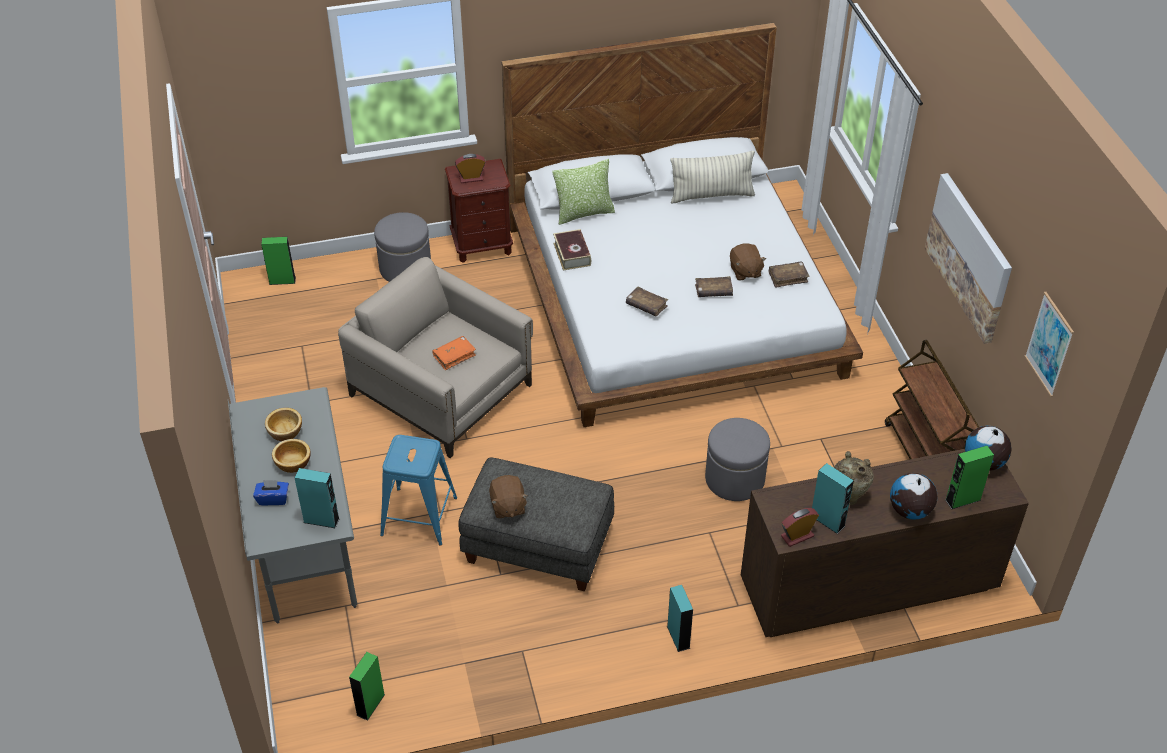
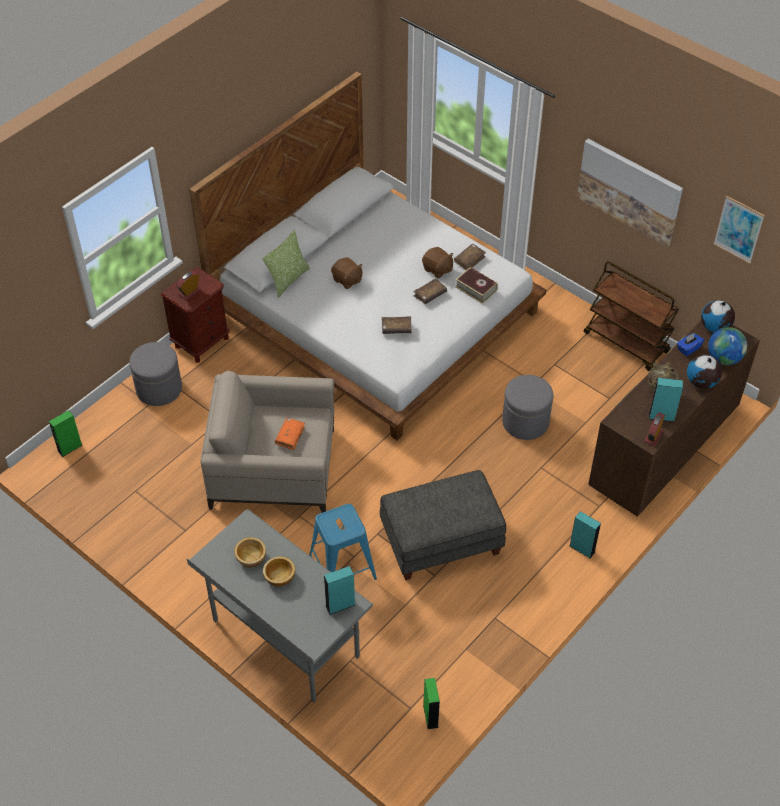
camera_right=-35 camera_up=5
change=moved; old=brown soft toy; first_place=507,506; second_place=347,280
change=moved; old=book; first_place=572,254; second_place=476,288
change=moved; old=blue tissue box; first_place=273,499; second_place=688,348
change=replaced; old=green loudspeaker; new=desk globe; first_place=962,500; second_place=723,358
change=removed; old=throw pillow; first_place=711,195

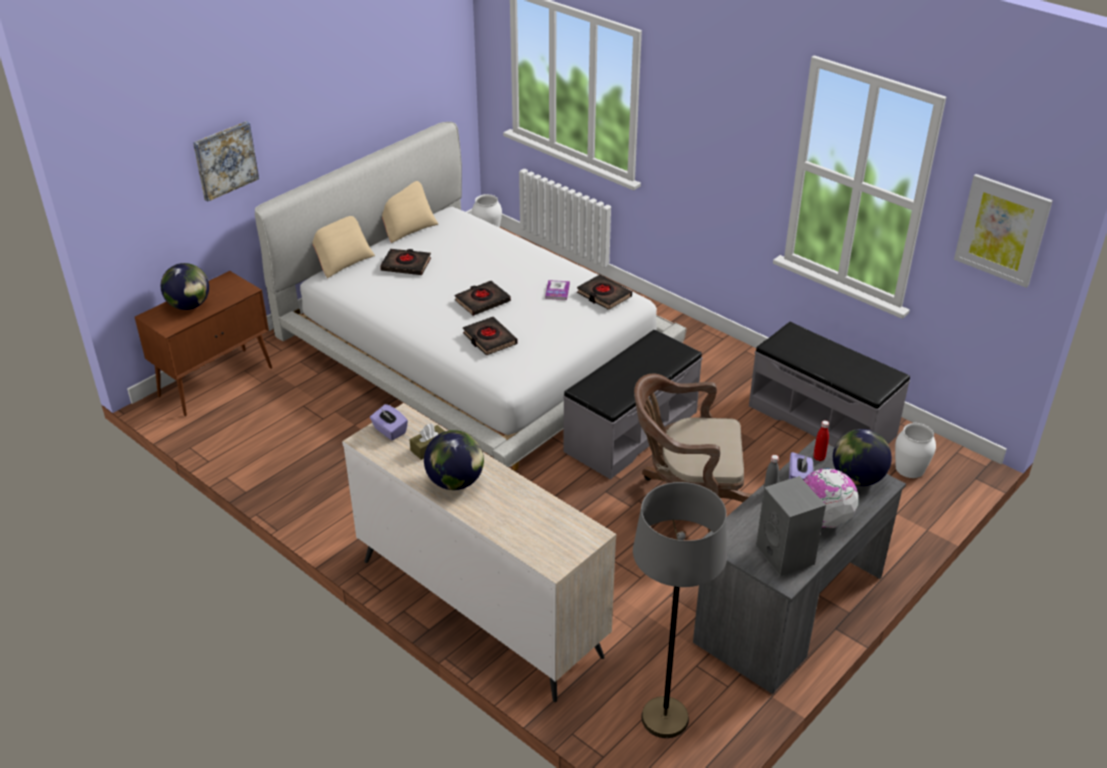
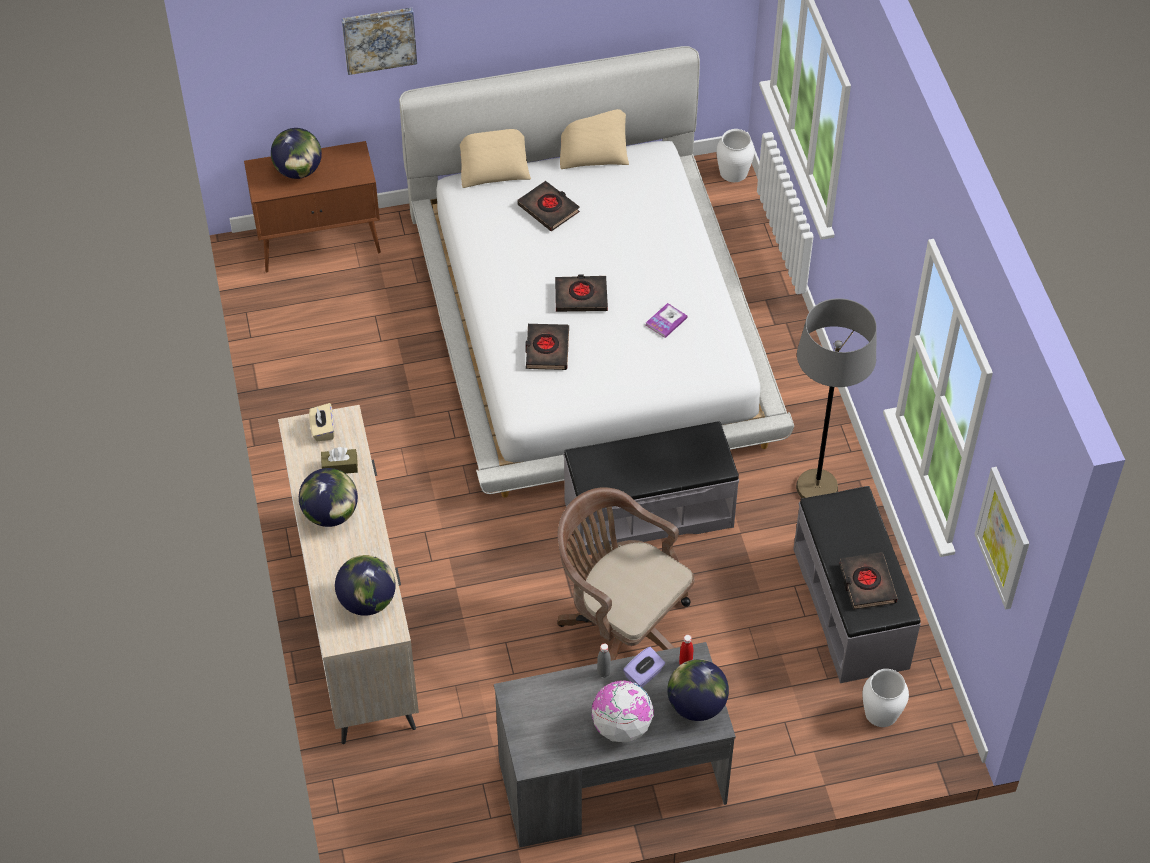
camera_right=35 camera_up=15
change=recoloured; old=purple-coloured tissue box; new=beige tissue box; first_place=389,431; second_place=323,429
change=added; new=desk globe; second_place=367,601
change=moved; old=grey standing lamp; first_place=664,718; second_place=817,487
change=moved; old=black book; first_place=604,295; second_place=867,583
change=removed; old=grey loudspeaker; first_place=786,555

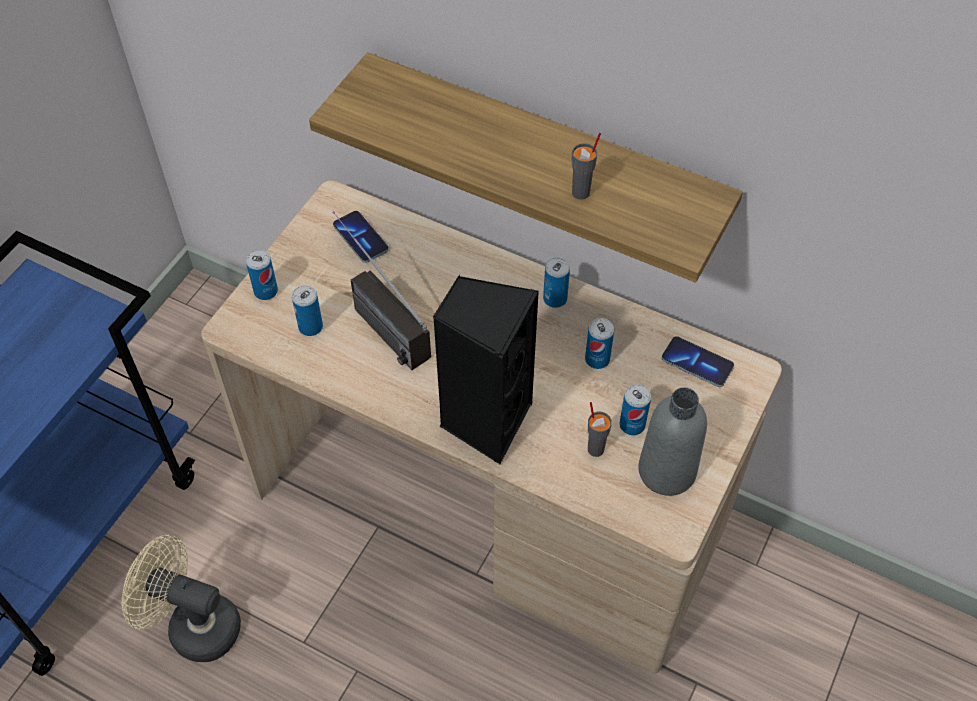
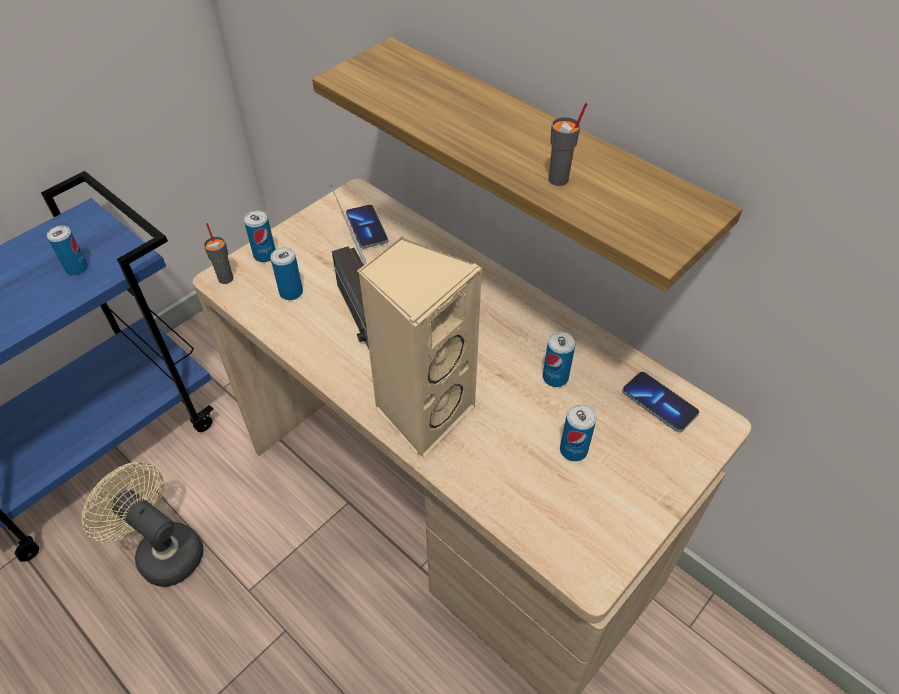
camera_right=15 camera_up=-5
change=moved; old=can; first_place=555,299; second_place=77,268
change=moved; old=grey cup; first_place=595,448; second_place=226,278
change=recoloured; old=black loudspeaker; new=beige loudspeaker; first_place=485,420; second_place=422,411
change=removed; old=grey bottle; first_place=667,471

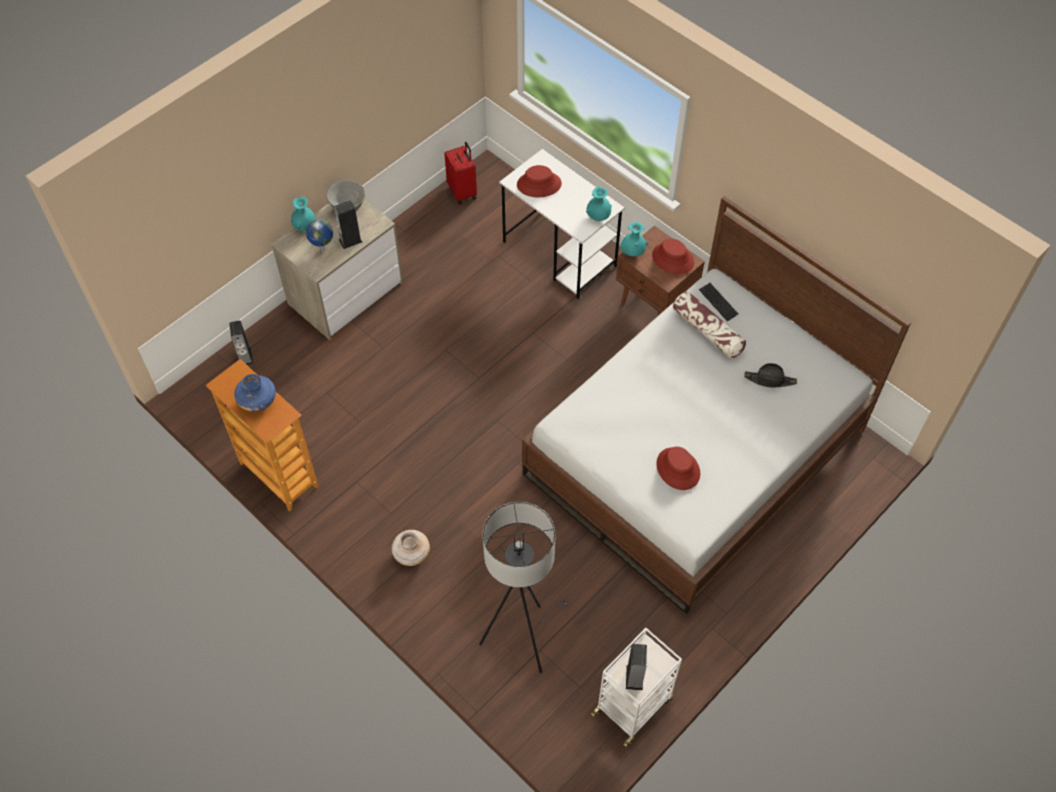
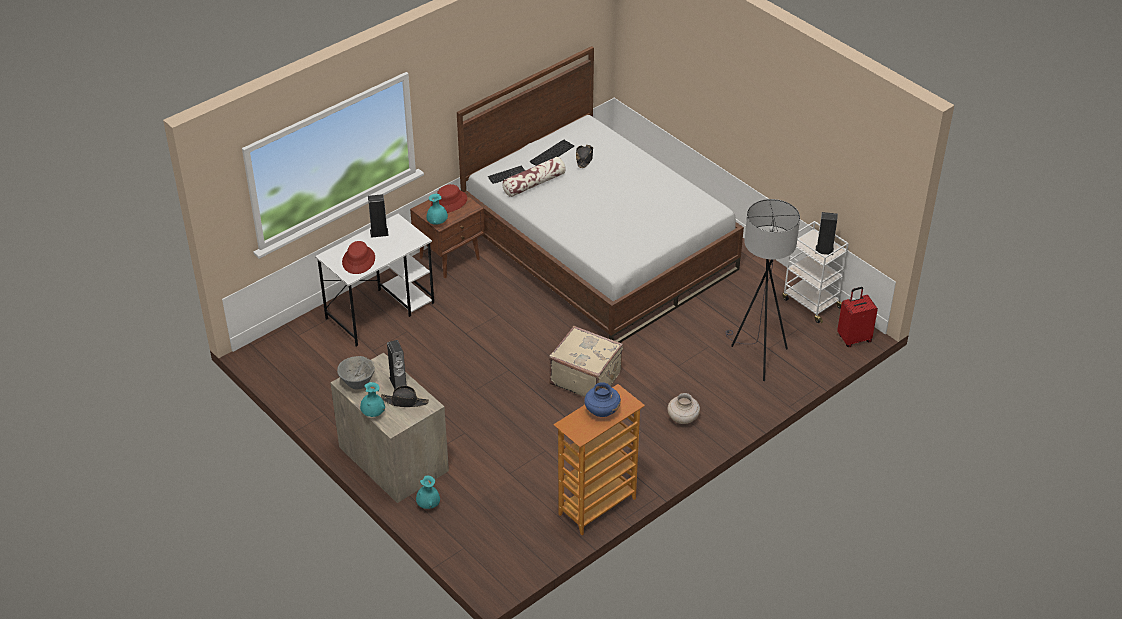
camera_right=-85 camera_up=-15
change=moved; old=loudspeaker; first_place=245,357; second_place=379,232
change=replaced; old=desk globe; new=black wearable hat; first_place=322,249; second_place=405,401
change=moved; old=blue-green vase; first_place=598,216; second_place=428,505
change=added; new=PC keyboard; second_place=551,153
change=added; new=beige piece of luggage; second_place=585,377
change=moved; old=red-coloured piece of luggage; first_place=463,192; second_place=854,338
change=removed; old=red-coloured wearable hat; first_place=677,469

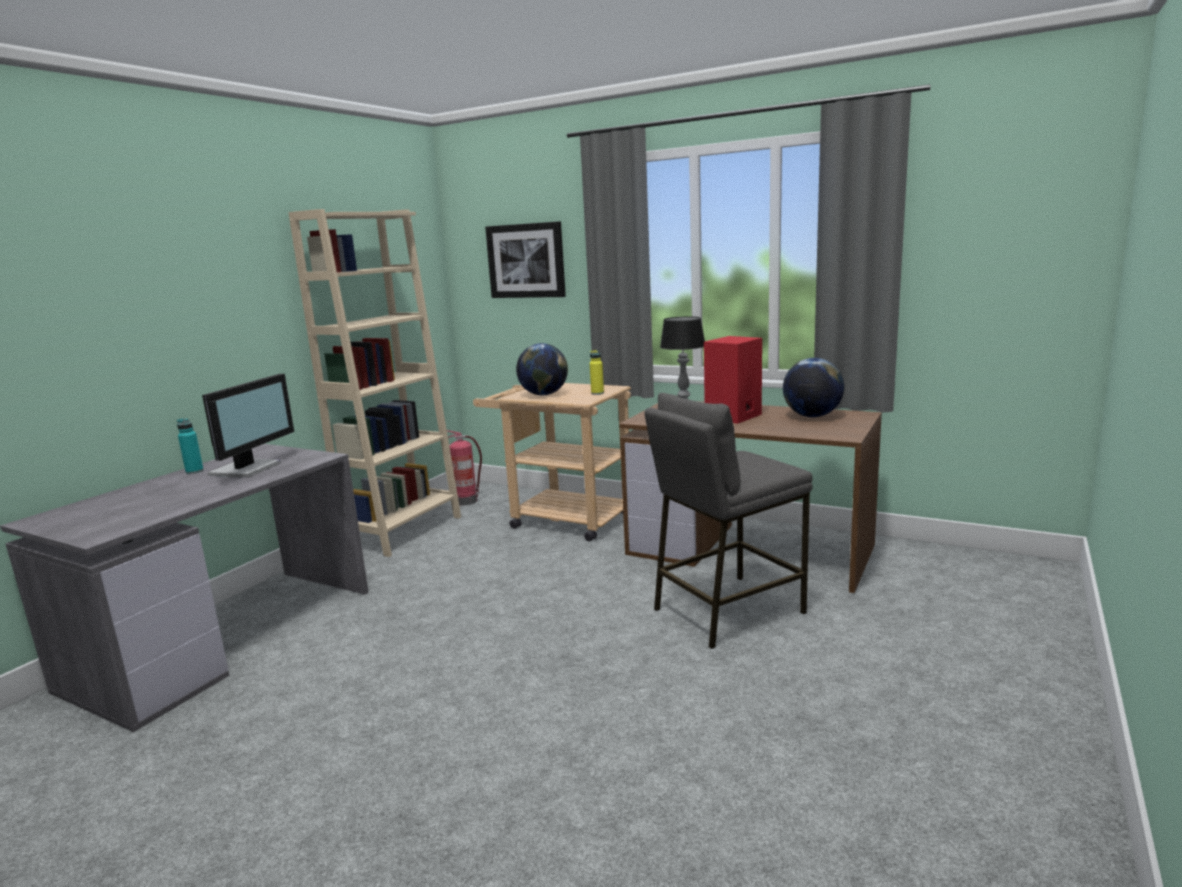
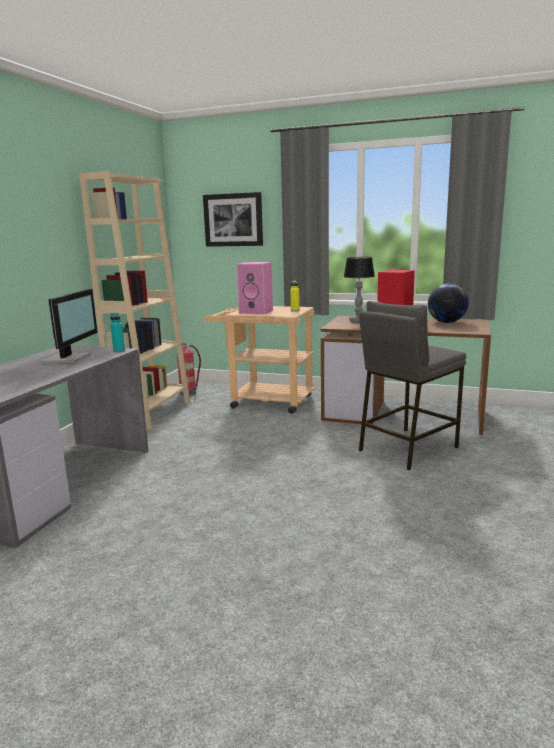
camera_right=-10 camera_up=0
change=moved; old=blue-green bottle; first_place=194,471; second_place=119,351
change=replaced; old=desk globe; new=pink-coloured loudspeaker; first_place=544,394; second_place=257,312

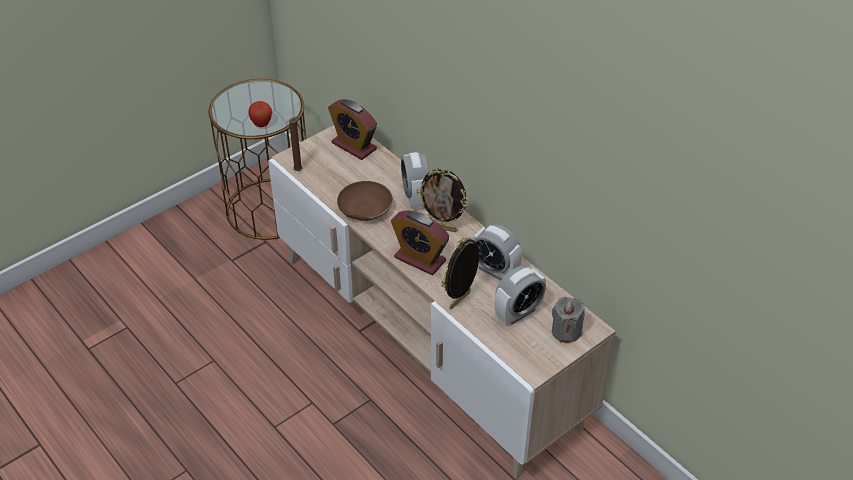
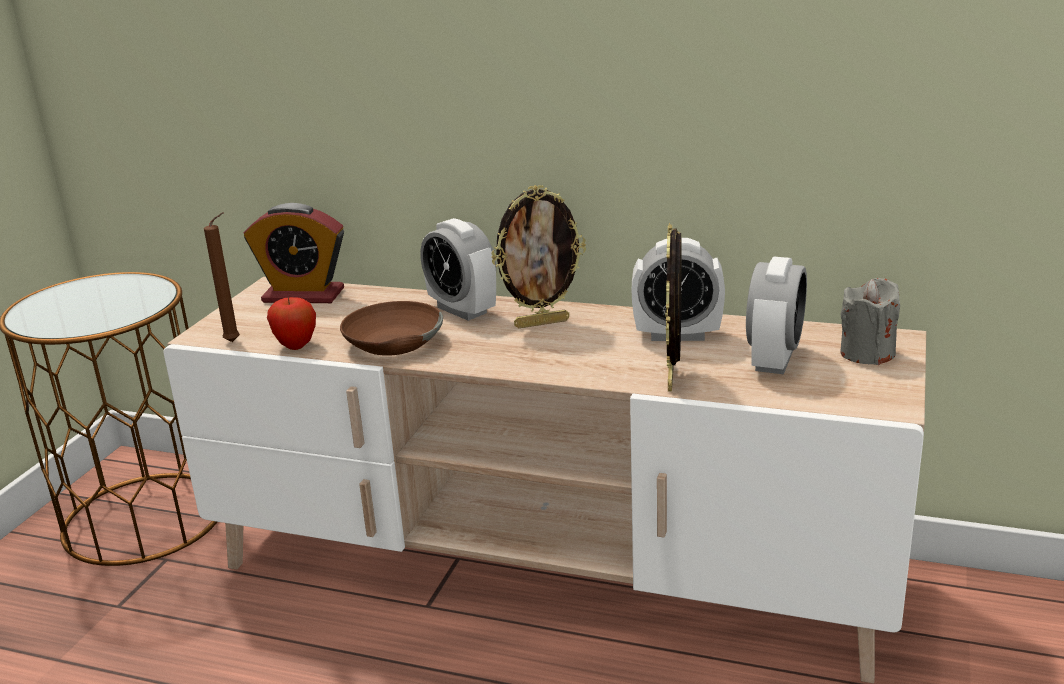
camera_right=-30 camera_up=-20
change=moved; old=apple fruit; first_place=261,124; second_place=296,346
change=removed; old=bedside clock; first_place=420,259

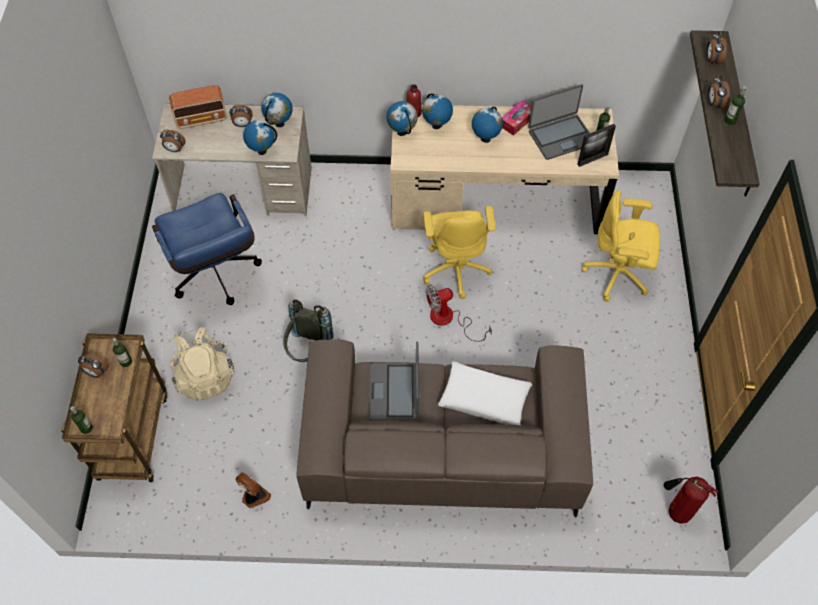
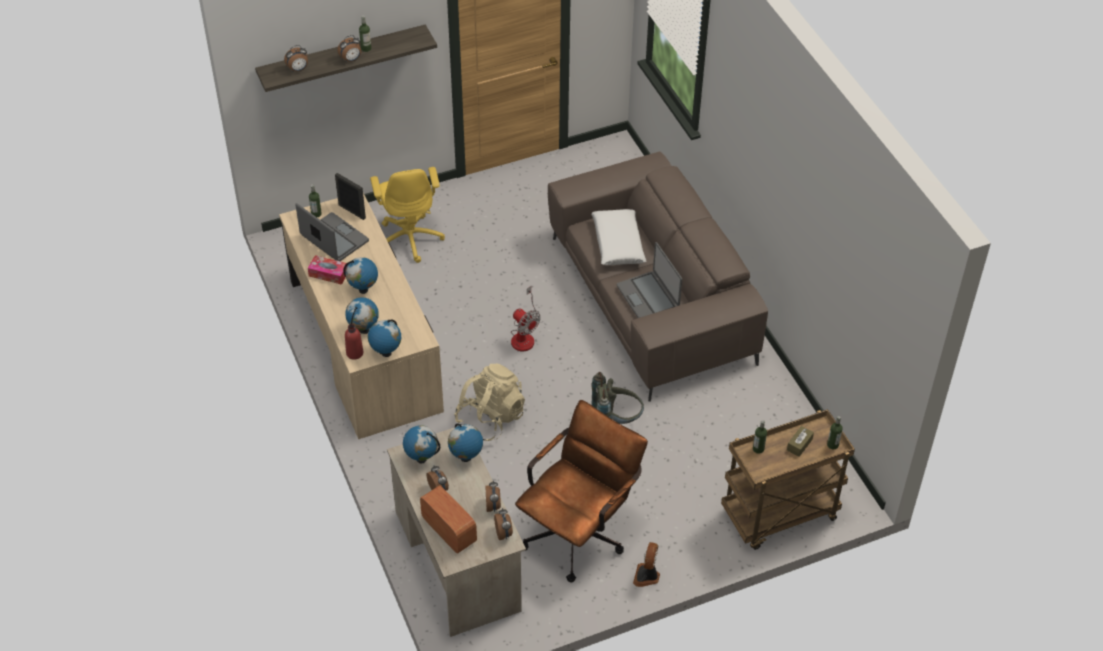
camera_right=-115 camera_up=-10
change=moved; old=beige rucksack; first_place=205,376; second_place=491,418
change=moved; old=bedside clock; first_place=96,372; second_place=493,506
change=recoloured; old=blue office chair; new=brown office chair; first_place=217,277; second_place=579,531
change=turned; old=notebook computer; first_place=395,392; second_place=648,297; degrees=90
change=moved; old=electric fan; first_place=254,496; second_place=647,576
change=added; new=brown tissue box; second_place=799,444
change=removed; old=yellow-coloured office chair; first_place=456,268
change=removed; old=fire-fighting cylinder; first_place=675,512

